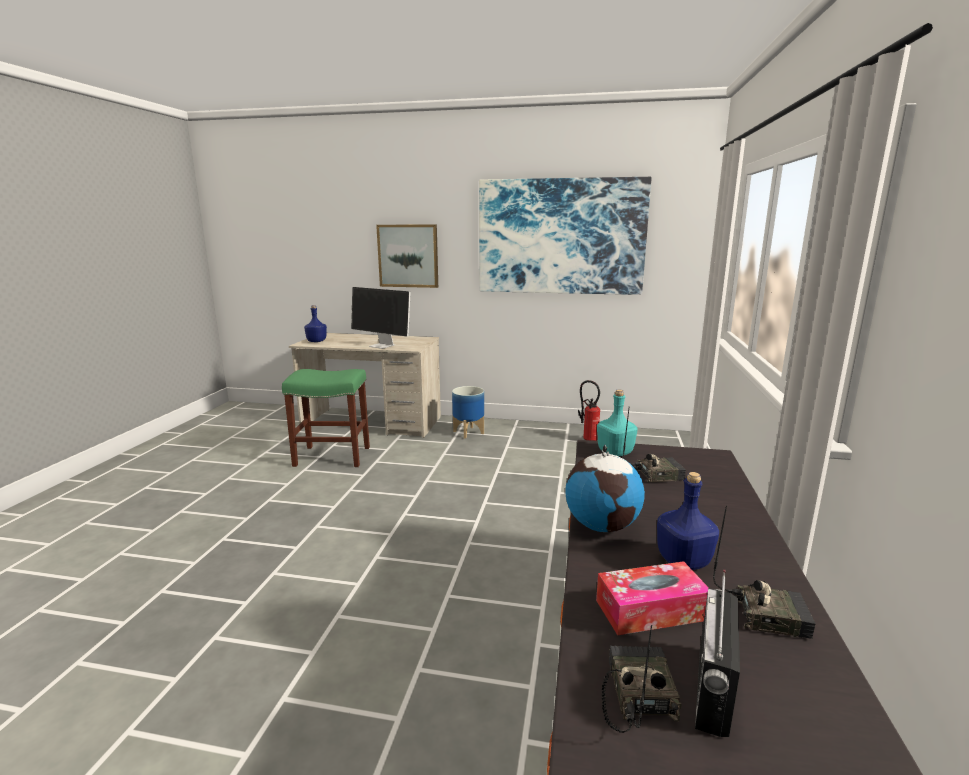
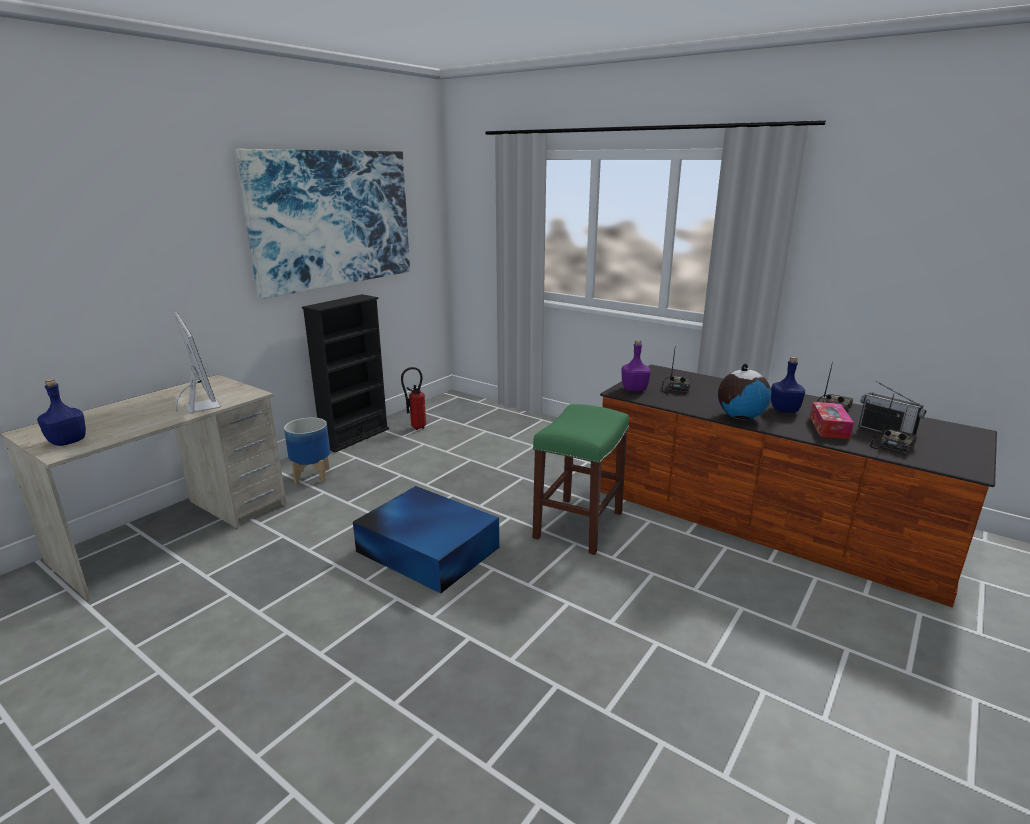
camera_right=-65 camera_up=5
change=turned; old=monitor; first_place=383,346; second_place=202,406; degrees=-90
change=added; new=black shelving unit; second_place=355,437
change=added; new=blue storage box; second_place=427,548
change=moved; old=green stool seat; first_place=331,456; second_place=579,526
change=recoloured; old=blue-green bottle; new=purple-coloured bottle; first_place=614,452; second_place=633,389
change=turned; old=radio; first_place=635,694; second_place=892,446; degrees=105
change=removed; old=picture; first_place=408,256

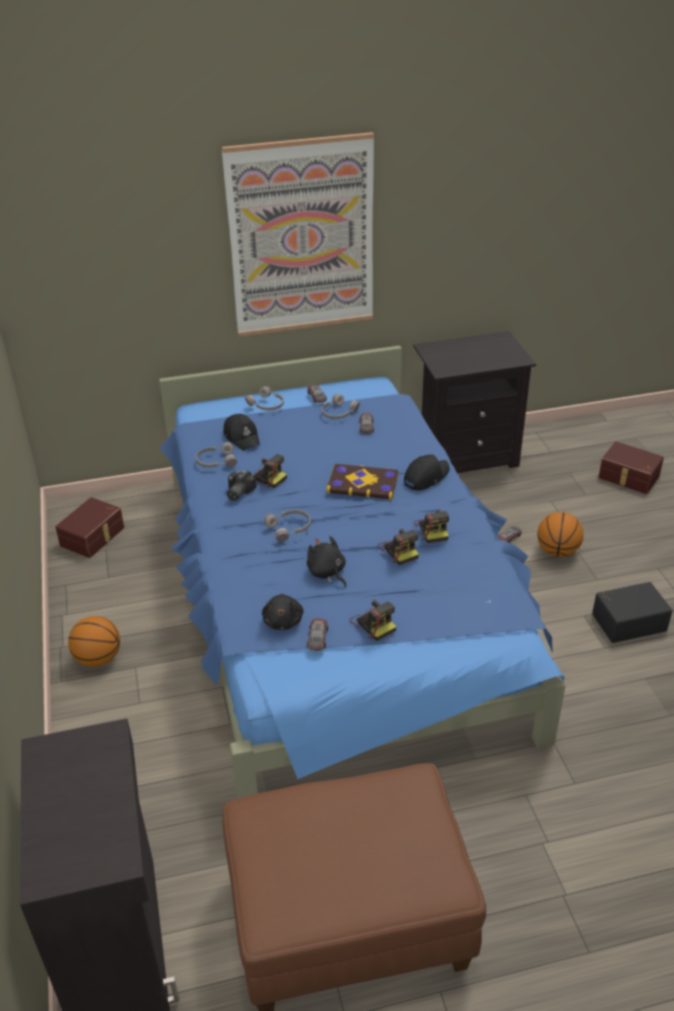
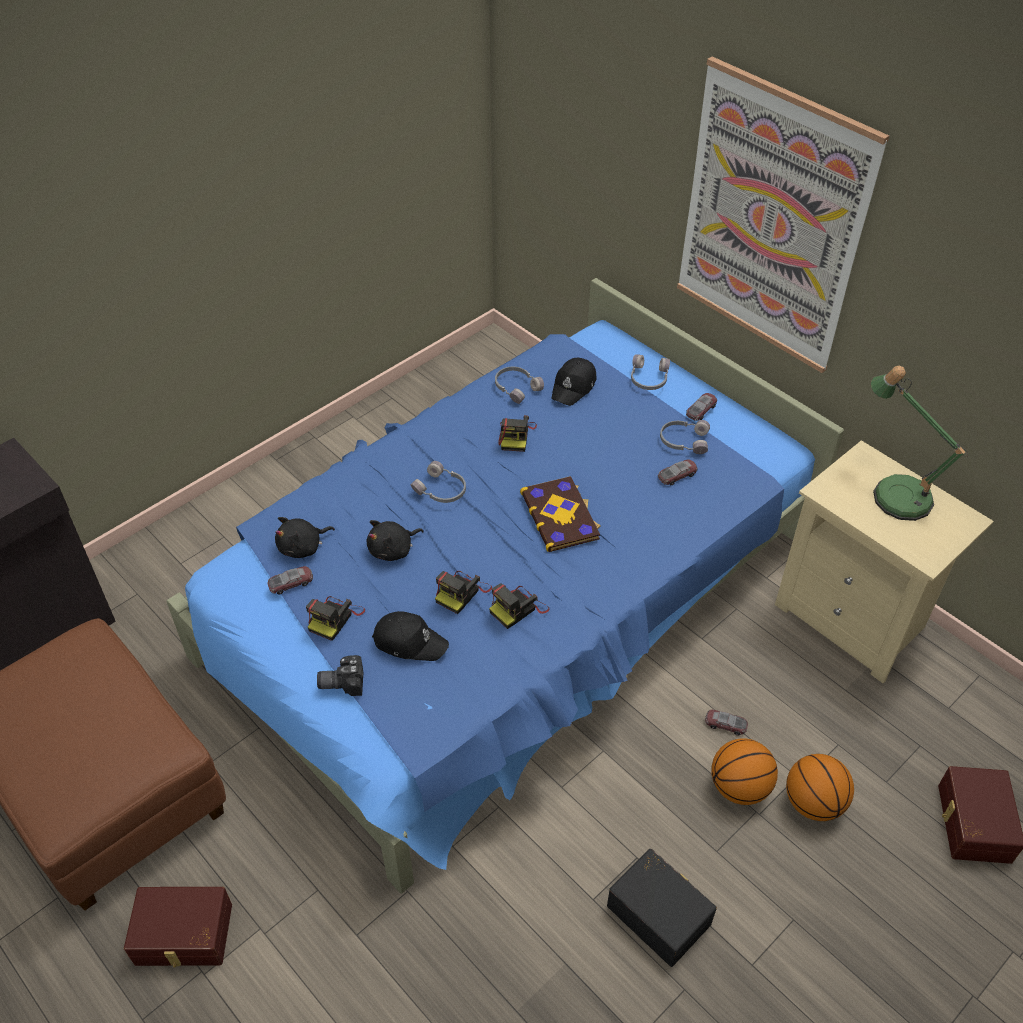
camera_right=60 camera_up=10
change=moved; old=brown storage box; first_place=93,537; second_place=183,936
change=moved; old=photo camera; first_place=237,492; second_place=342,681
change=turned; old=black soft toy; first_place=327,573; second_place=393,550; degrees=-150
change=moved; old=black baseball cap; first_place=425,477; second_place=409,641
change=recoloured; old=black nightstand; new=beige nightstand; first_place=466,456; second_place=854,618
change=moved; old=basketball; first_place=98,658; second_place=813,802
change=added; new=lamp for a table; second_place=895,491

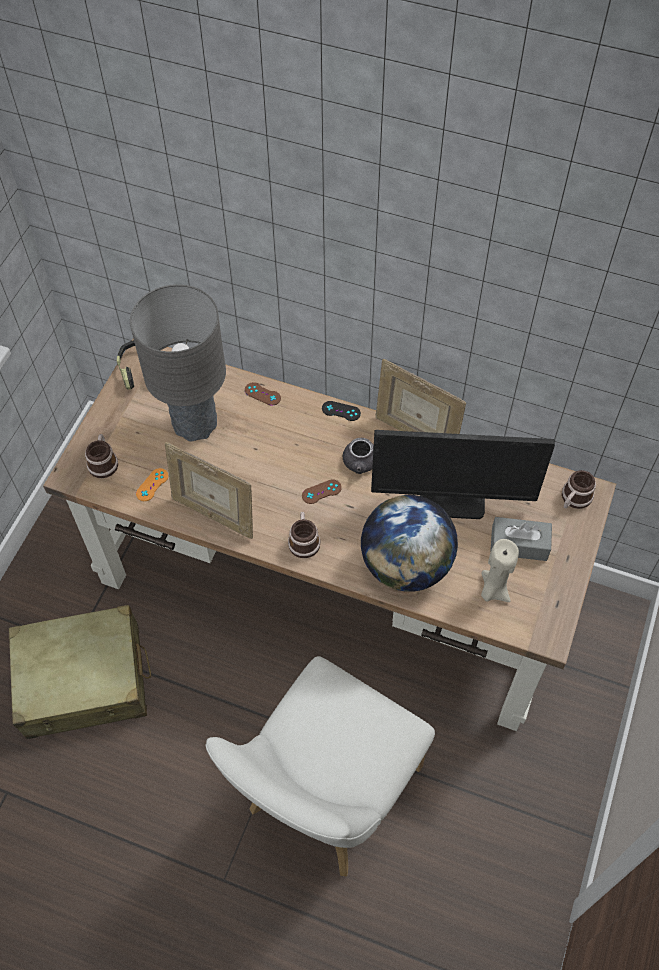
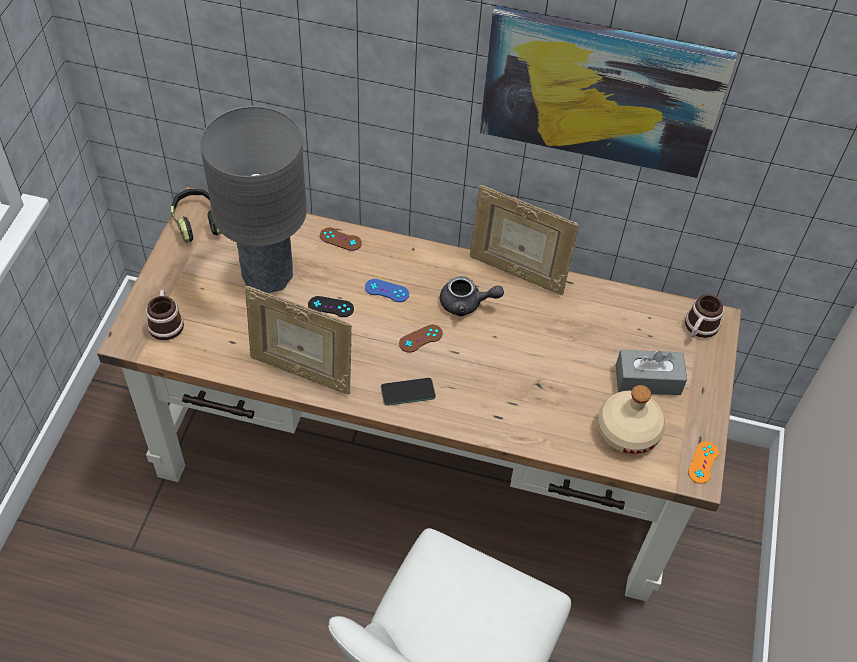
camera_right=-10 camera_up=-5
change=moved; old=black game controller; first_place=341,411; second_place=331,307
change=added; new=blue game controller; second_place=387,290
change=replaced; old=mug; new=handset; first_place=304,540; second_place=408,392
change=added; new=picture; second_place=601,91
change=replaced; old=beige wax candle; new=beige bottle; first_place=493,590; second_place=627,430
change=moved; old=orangey game controller; first_place=152,485; second_place=703,462
change=removed; old=beige piece of luggage; first_place=84,681
change=removed; old=desk globe; first_place=406,565
change=removed; old=monitor; first_place=452,499

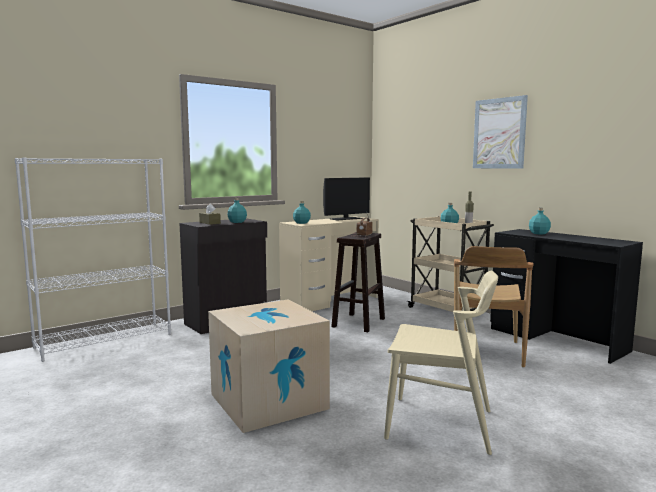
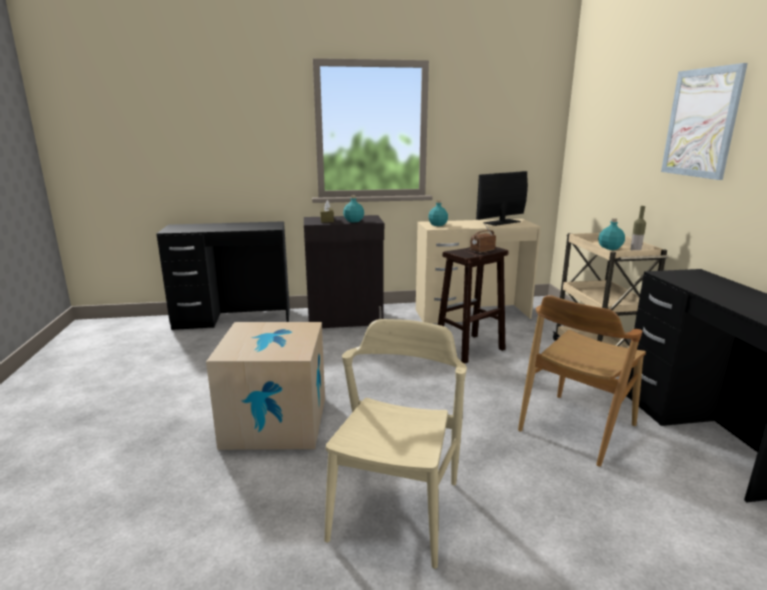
camera_right=30 camera_up=10
change=replaced; old=white shelving unit; new=black desk table; first_place=105,340; second_place=233,319
change=turned; old=beige chair; first_place=440,424; second_place=396,510; degrees=-120
change=turned; old=monitor; first_place=346,218; second_place=502,222; degrees=150
change=removed; old=blue-green bottle; first_place=539,233

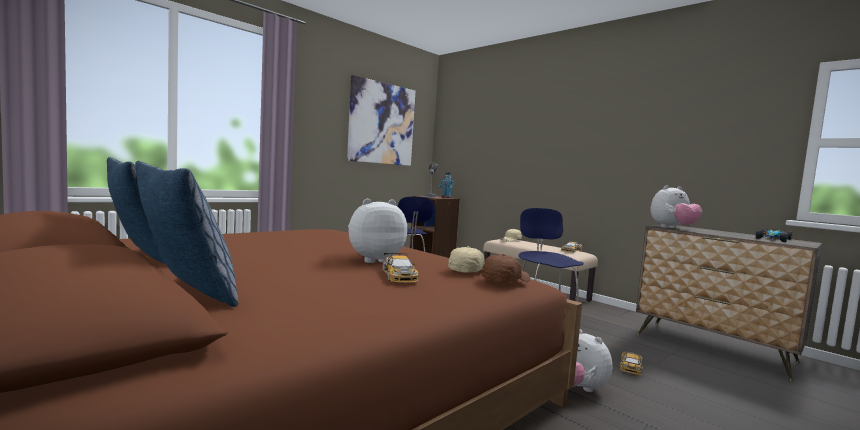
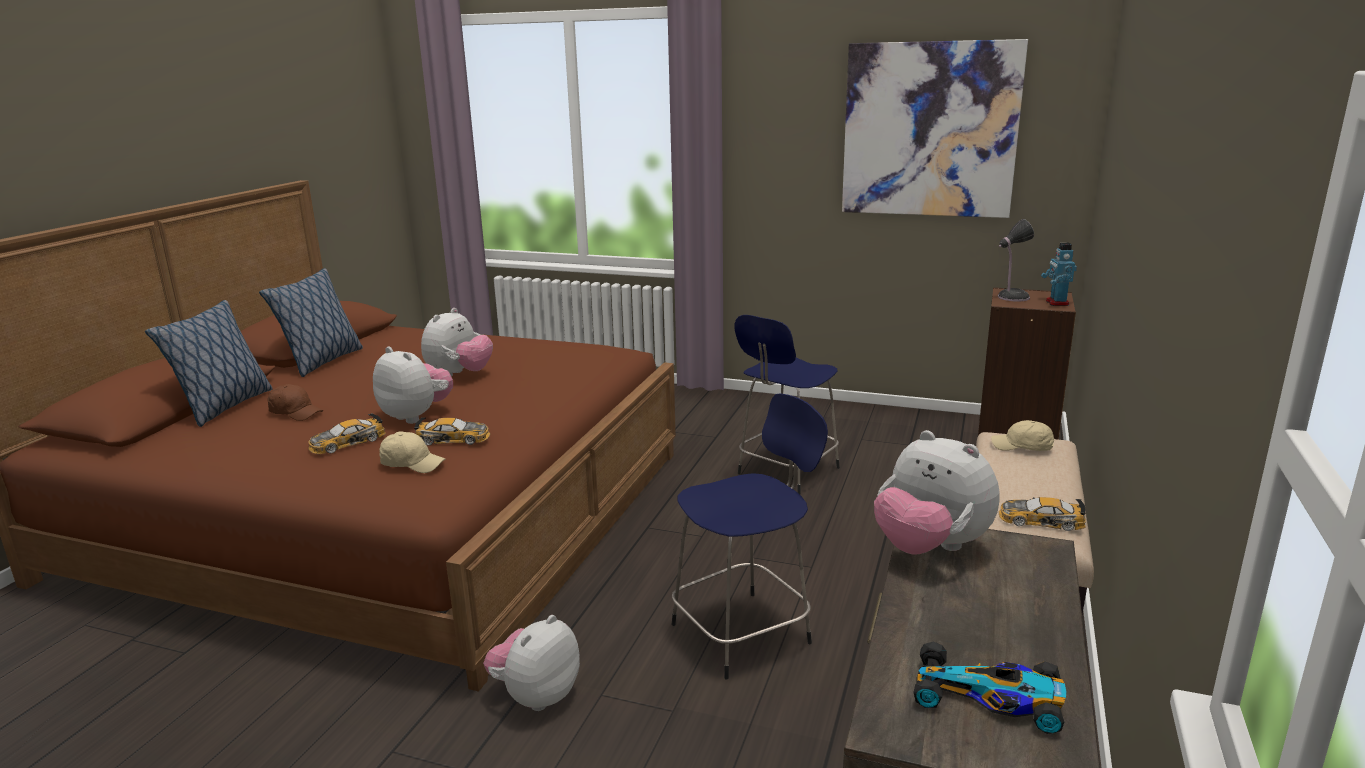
camera_right=65 camera_up=15
change=moved; old=brown baseball cap; first_place=504,280; second_place=296,413
change=moved; old=toy car; first_place=631,366; second_place=453,439
change=added; new=soft toy; second_place=459,375

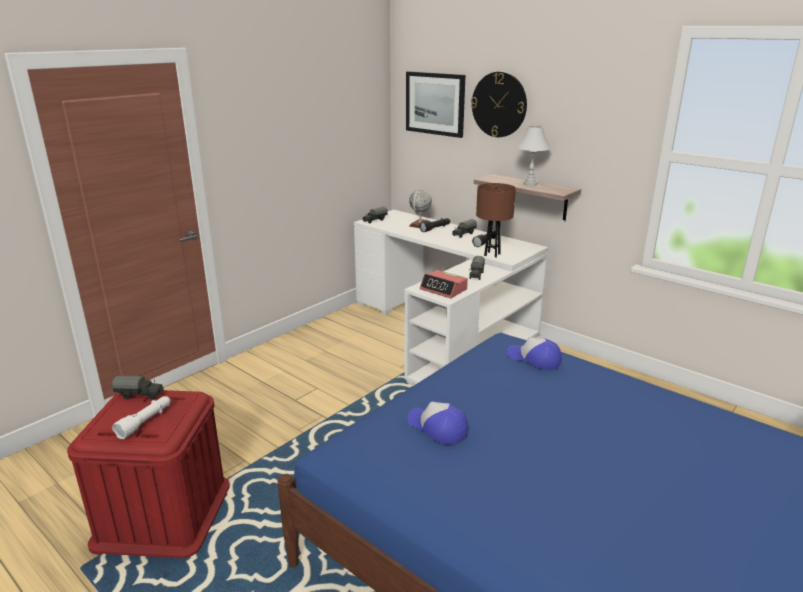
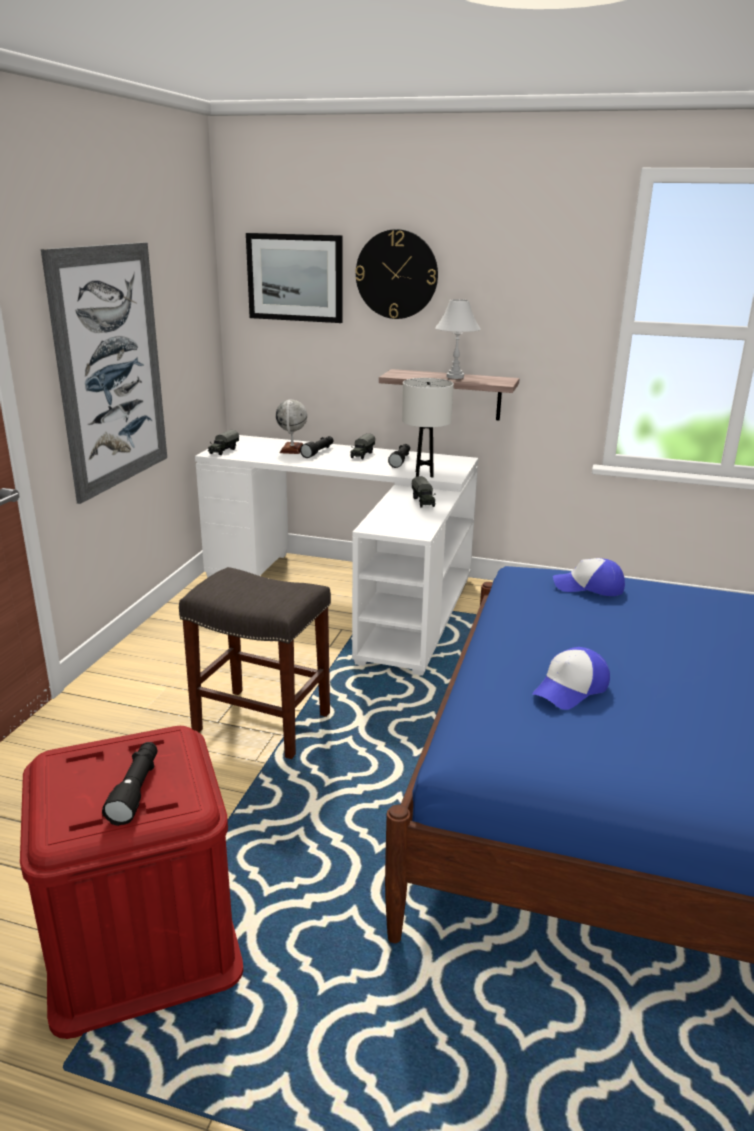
camera_right=-25 camera_up=0
change=added; new=picture; second_place=111,368
change=recoloured; old=white hand torch; new=black hand torch; first_place=145,422; second_place=136,790
change=added; new=grey stool seat; second_place=260,723
change=recoloured; old=brown lamp for a table; new=white lamp for a table; first_place=492,254; second_place=424,474
change=turned; old=baseball cap; first_place=437,428; second_place=570,689; degrees=-60
change=removed; old=toy truck; first_place=140,395
change=removed; old=bedside clock; first_place=444,289

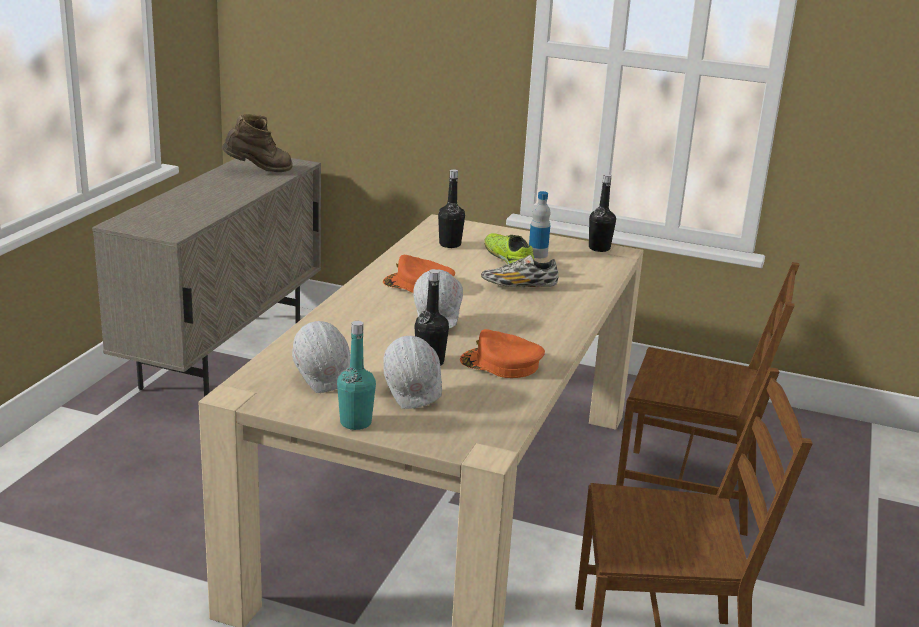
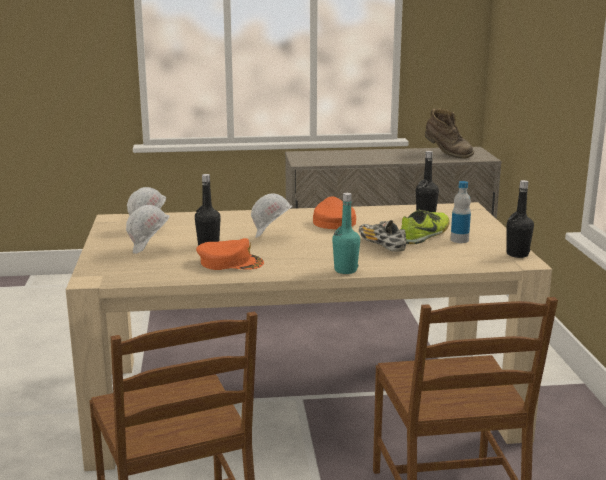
camera_right=65 camera_up=-5
change=turned; old=orangey baseball cap; first_place=501,364; second_place=230,262; degrees=105
change=moved; old=blue-green bottle; first_place=355,423; second_place=345,270

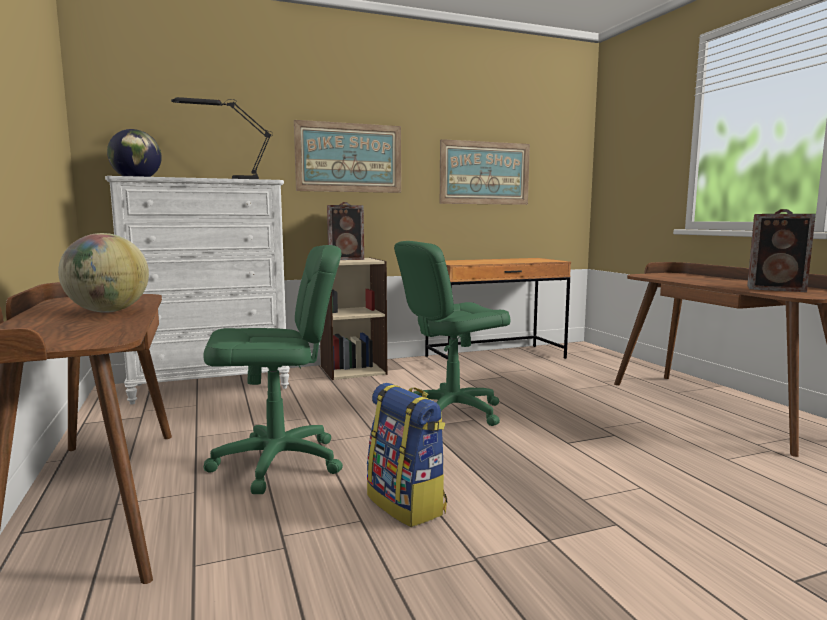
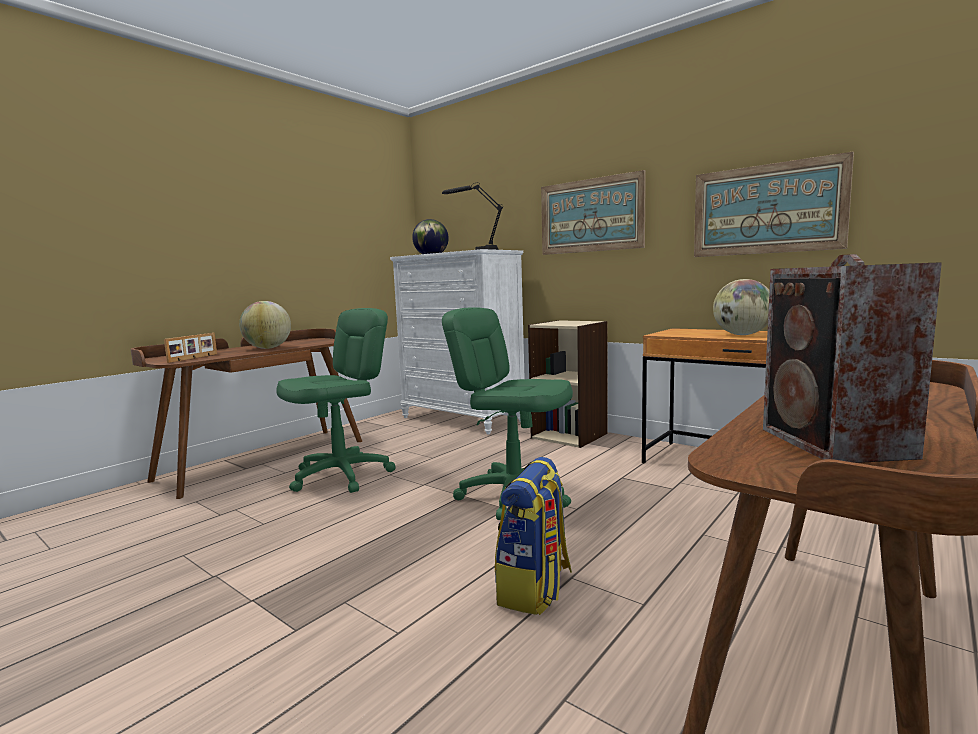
camera_right=60 camera_up=0
change=added; new=picture frame; second_place=194,358
change=turned; old=green office chair; first_place=278,463; second_place=342,476; degrees=-90
change=moved; old=rucksack; first_place=407,504; second_place=535,589
change=added; new=desk globe; second_place=741,335
change=removed; old=loudspeaker; first_place=347,259

